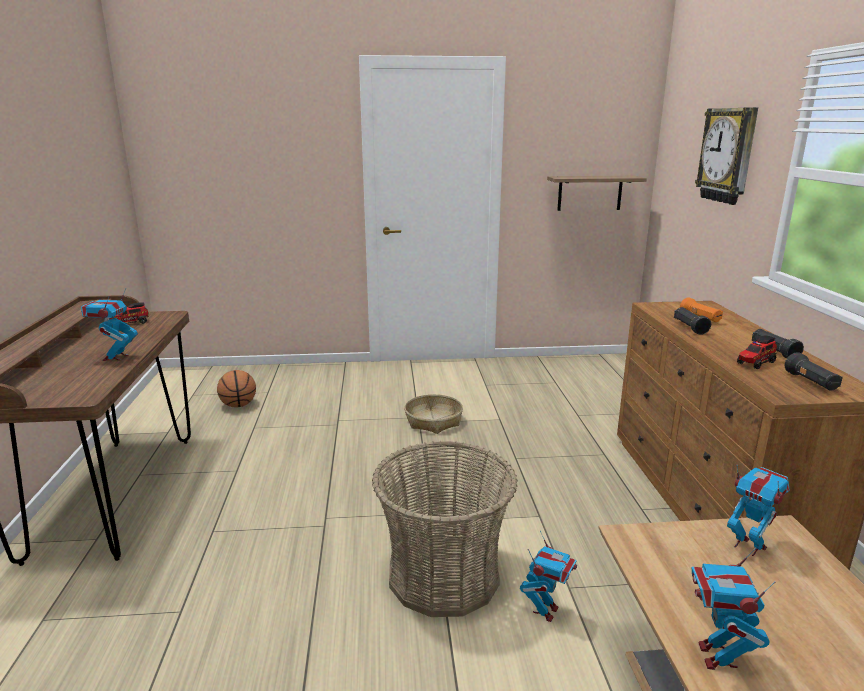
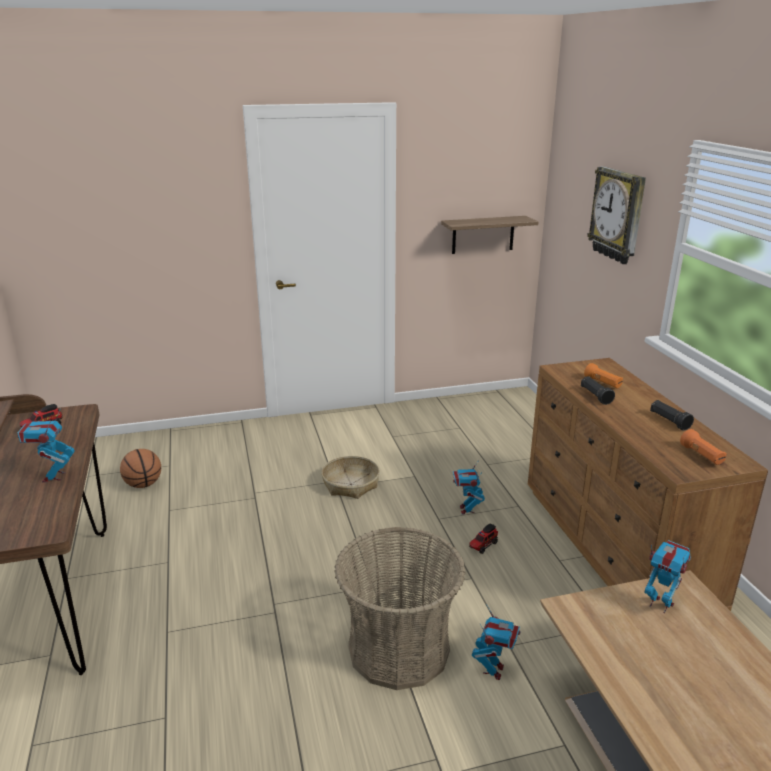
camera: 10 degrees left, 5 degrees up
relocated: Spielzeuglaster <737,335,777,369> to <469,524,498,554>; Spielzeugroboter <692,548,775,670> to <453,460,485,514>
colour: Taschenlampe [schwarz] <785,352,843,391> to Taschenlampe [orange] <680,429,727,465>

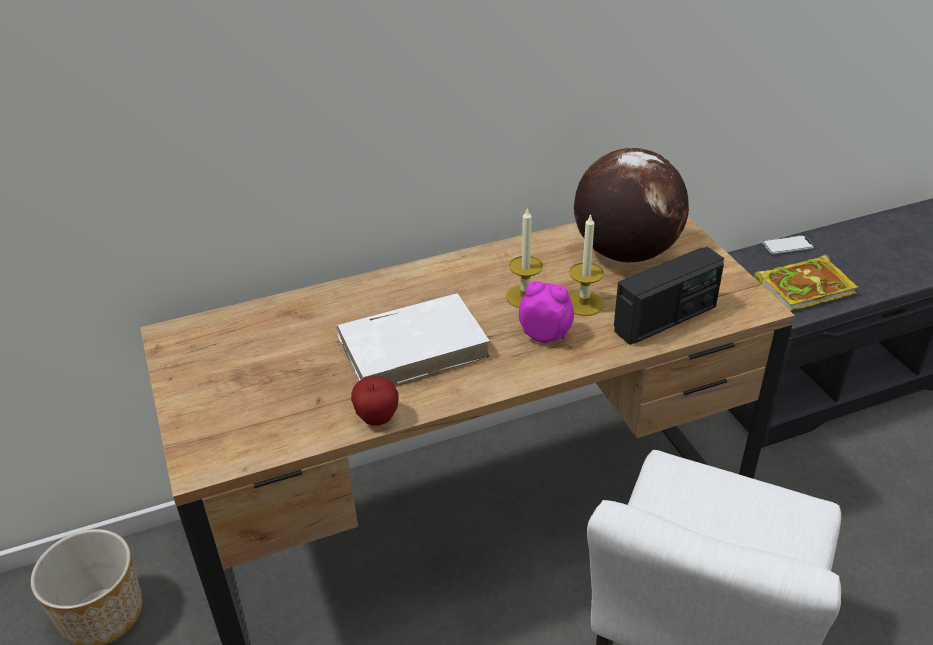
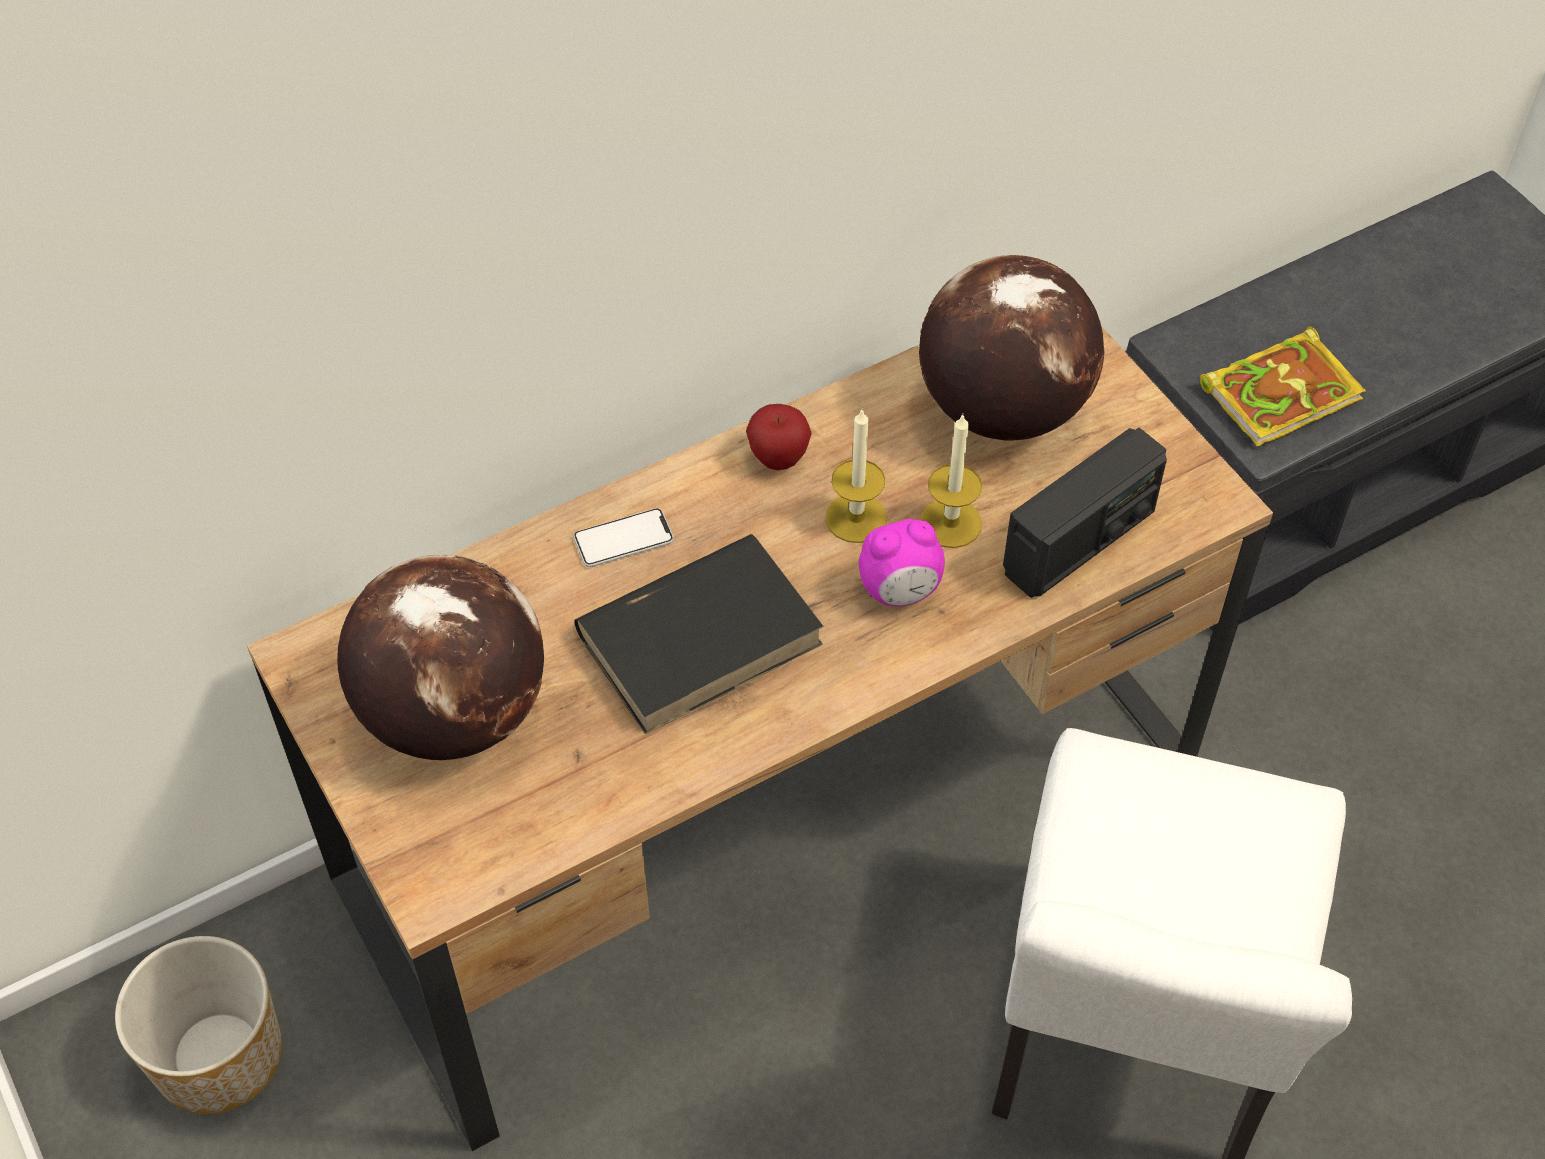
camera: 10 degrees left, 15 degrees up
appeared: Globus <337,554,544,760>
relocated: Handy <762,235,814,254> to <573,508,674,567>; Apfel <351,376,399,426> to <746,404,812,470>
colour: Buch [weiß] <336,293,490,385> to Buch [schwarz] <574,534,824,735>
spun: Wecker <519,281,574,343> = <859,519,945,606> 150 degrees clockwise

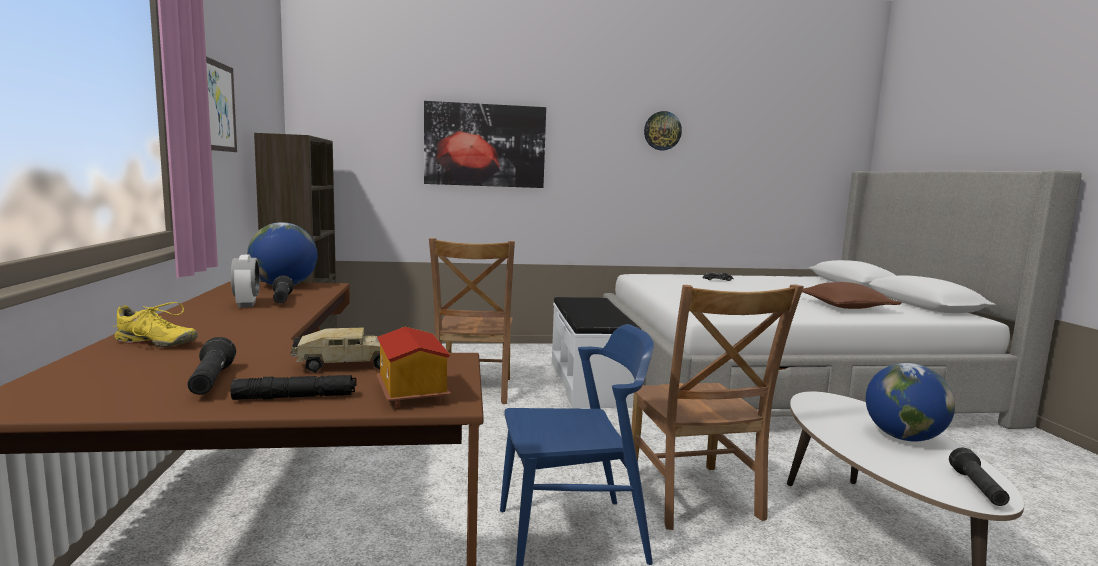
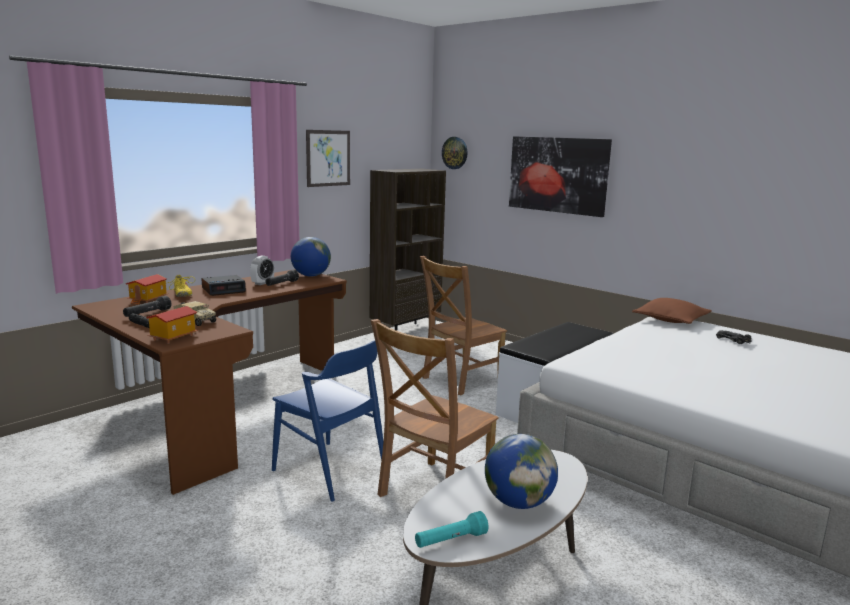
camera: 50 degrees right, 5 degrees up
appeared: Spielzeughaus <126,274,168,305>; Wecker <201,275,246,296>
relocated: Wanduhr <644,111,682,150> to <442,137,467,169>; Kissen [braun] <802,282,902,309> to <632,298,712,324>
colour: Taschenlampe [schwarz] <949,448,1010,506> to Taschenlampe [türkis] <415,511,488,548>

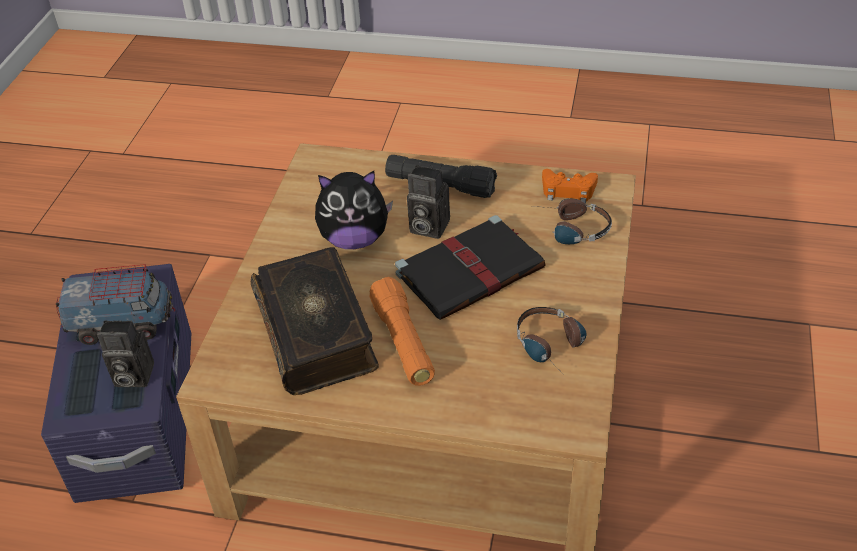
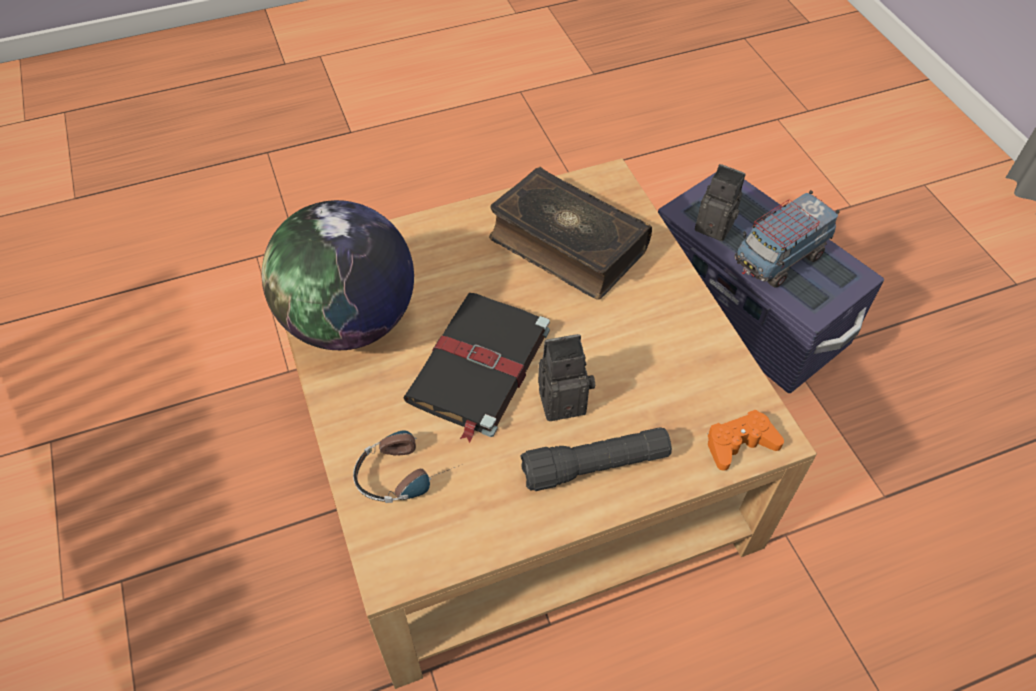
camera: 145 degrees right, 10 degrees up
missing: Plüschtier <315,171,393,249>; Taschenlampe [orange] <369,277,435,386>
relocated: Gamepad [orange] <542,169,598,203> to <708,410,784,471>
exchanged: Kopfhörer <517,307,587,377> to Globus <262,200,414,350>
spun: Kamera <97,321,154,387> = <695,164,746,241> 60 degrees clockwise

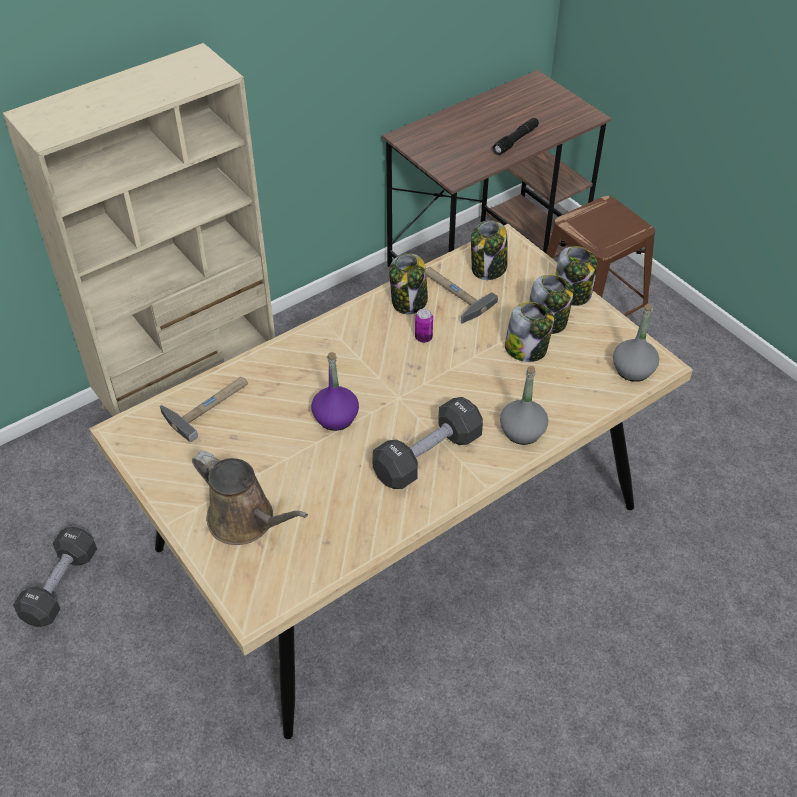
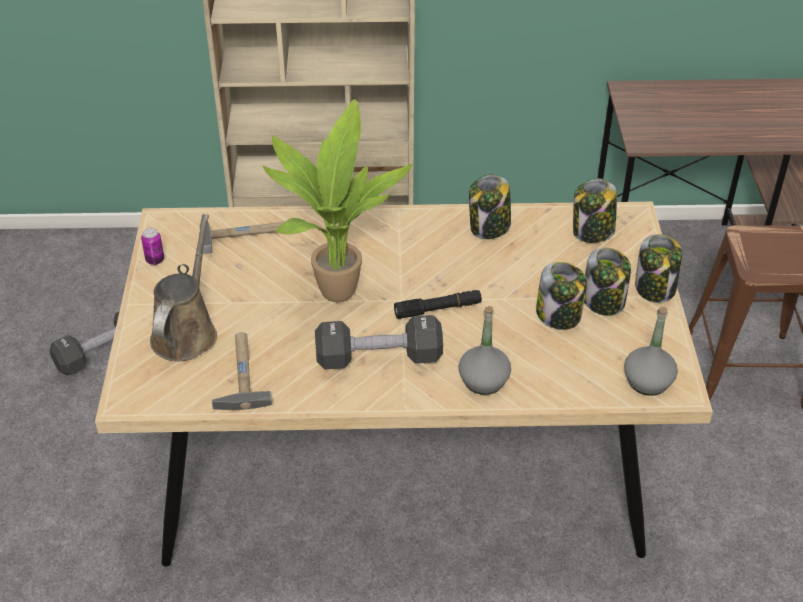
camera: 35 degrees right, 5 degrees down
relocated: Taschenlampe [schwarz] <492,118,539,155> to <394,290,482,319>; Hammer <426,267,498,324> to <212,332,272,410>; Dose <415,309,433,343> to <141,228,164,265>
exchanged: Flasche [lila] <311,352,359,431> to Topfpflanze <263,99,412,303>
spun: Gießkanne [braun] <192,451,308,545> = <150,215,217,361> 150 degrees counterclockwise

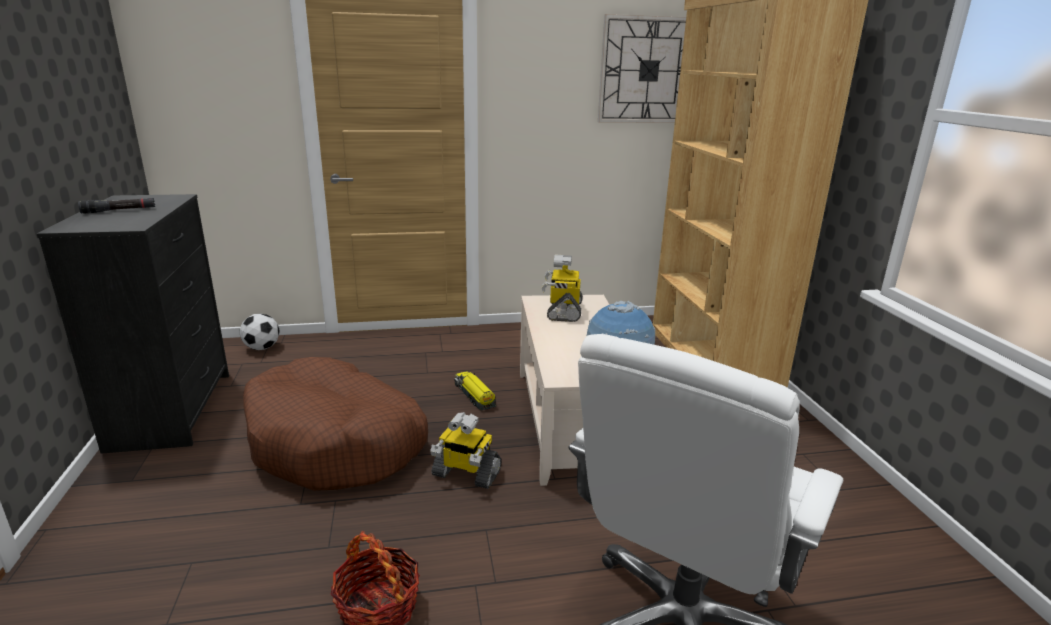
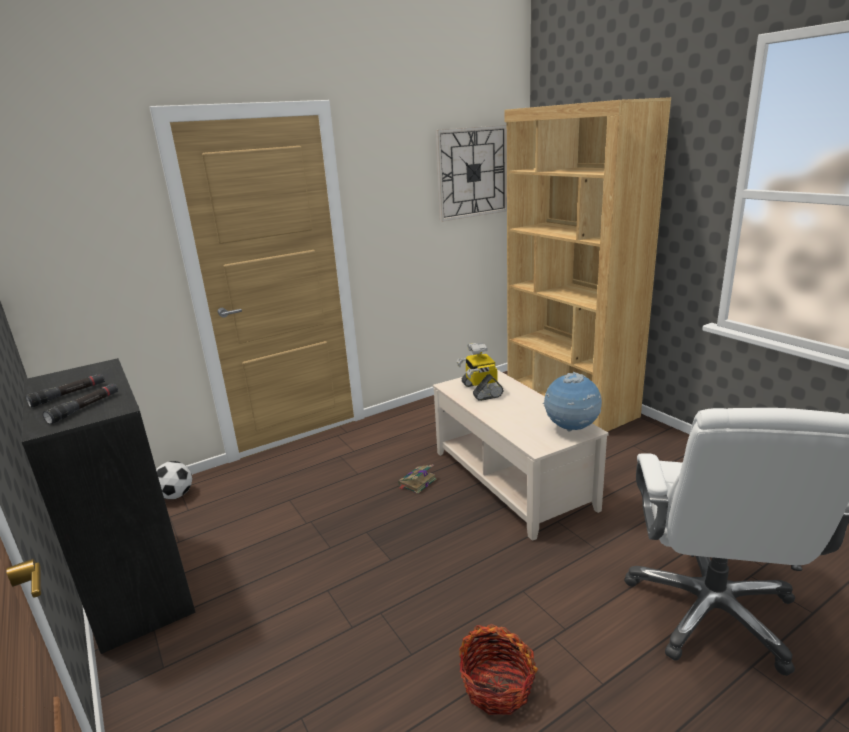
camera: 20 degrees left, 0 degrees up
missing: Hundebett [braun] <243,357,428,491>; Spielzeugroboter <430,412,502,489>
appeared: Taschenlampe [schwarz] <43,383,118,424>
exchanged: Spielzeuglaster <454,371,496,410> to Buch <398,464,437,494>

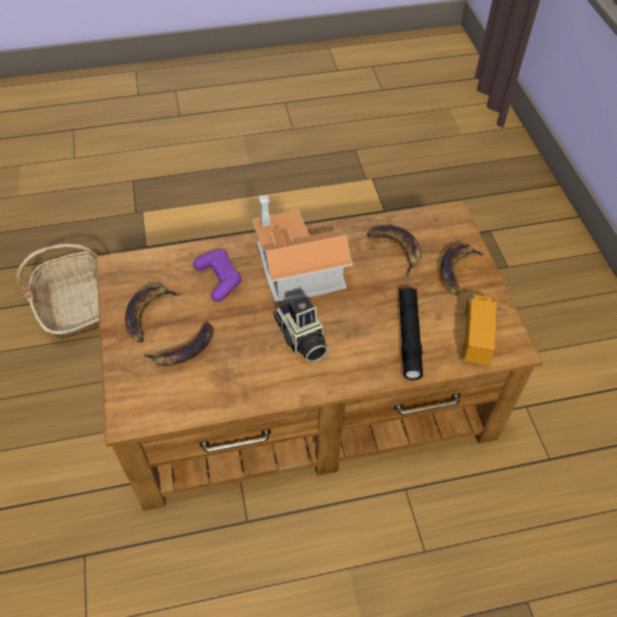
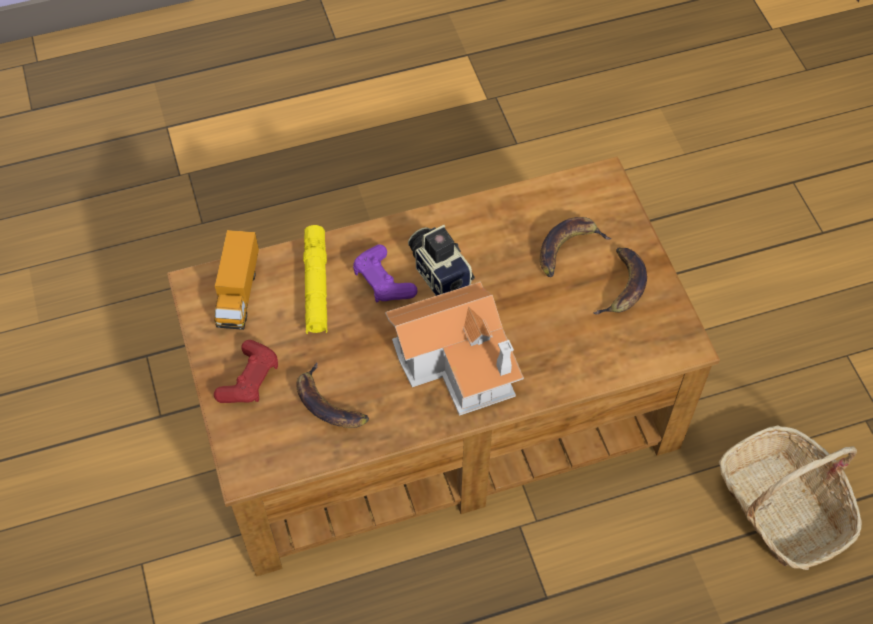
camera: 175 degrees right, 5 degrees up
relocated: Gamepad [lila] <193,250,241,302> to <353,244,418,303>
exchanged: Banane <440,243,485,295> to Gamepad [rot] <214,340,278,403>
colour: Taschenlampe [schwarz] <399,288,423,380> to Taschenlampe [gelb] <303,225,327,334>

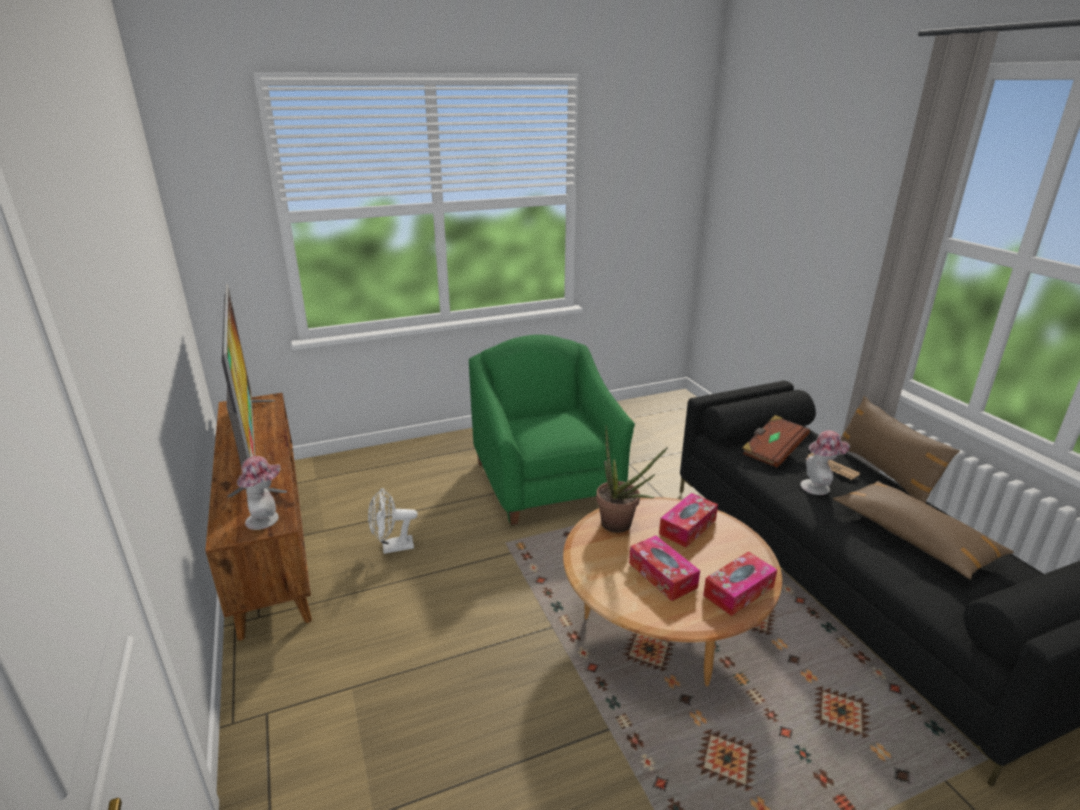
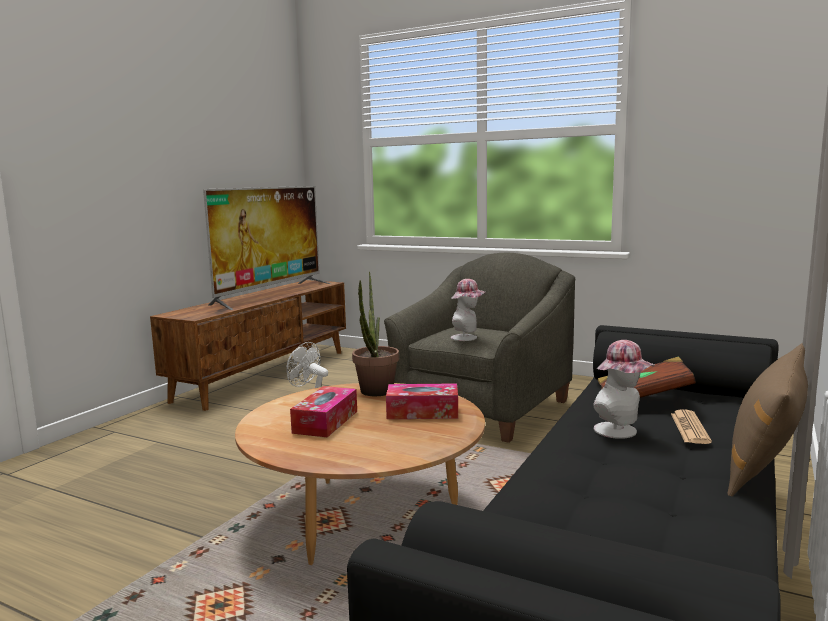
camera: 50 degrees right, 15 degrees down
missing: Kissen [braun] <833,481,1014,579>; Taschentuchbox <703,551,777,616>
relocated: Hut <237,456,281,530> to <451,279,486,341>
colour: Sessel [grün] <469,335,635,526> to Sessel [grau] <384,253,575,443>

